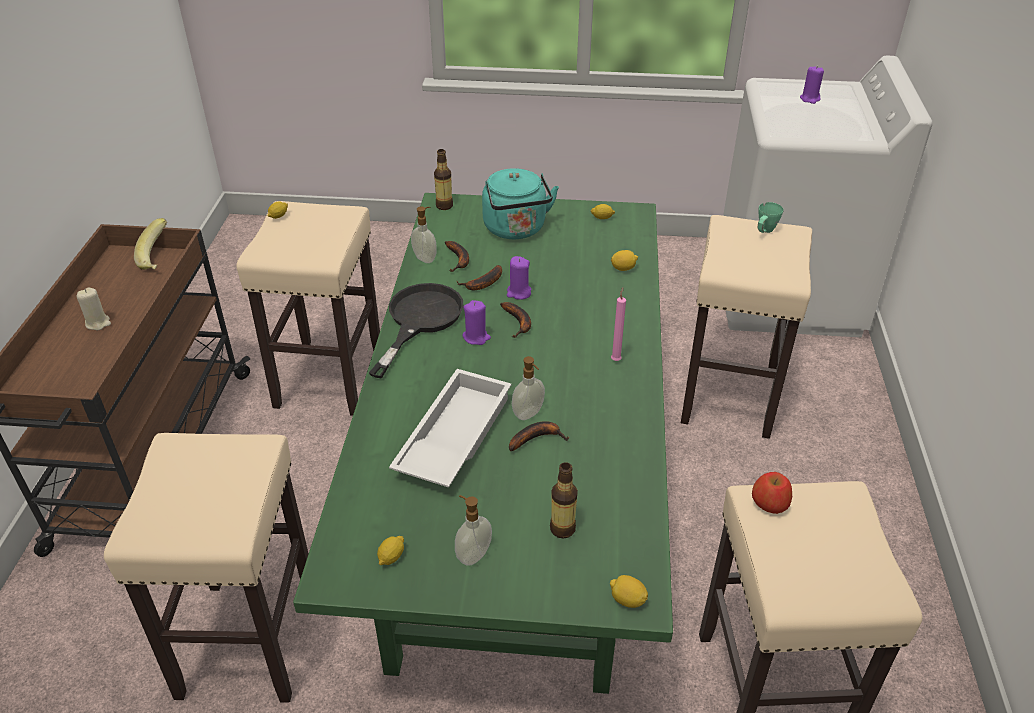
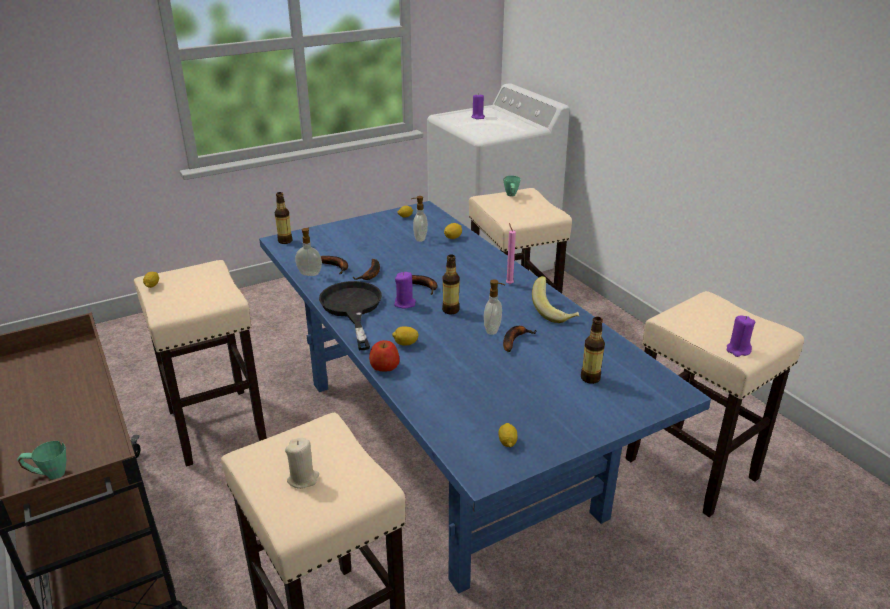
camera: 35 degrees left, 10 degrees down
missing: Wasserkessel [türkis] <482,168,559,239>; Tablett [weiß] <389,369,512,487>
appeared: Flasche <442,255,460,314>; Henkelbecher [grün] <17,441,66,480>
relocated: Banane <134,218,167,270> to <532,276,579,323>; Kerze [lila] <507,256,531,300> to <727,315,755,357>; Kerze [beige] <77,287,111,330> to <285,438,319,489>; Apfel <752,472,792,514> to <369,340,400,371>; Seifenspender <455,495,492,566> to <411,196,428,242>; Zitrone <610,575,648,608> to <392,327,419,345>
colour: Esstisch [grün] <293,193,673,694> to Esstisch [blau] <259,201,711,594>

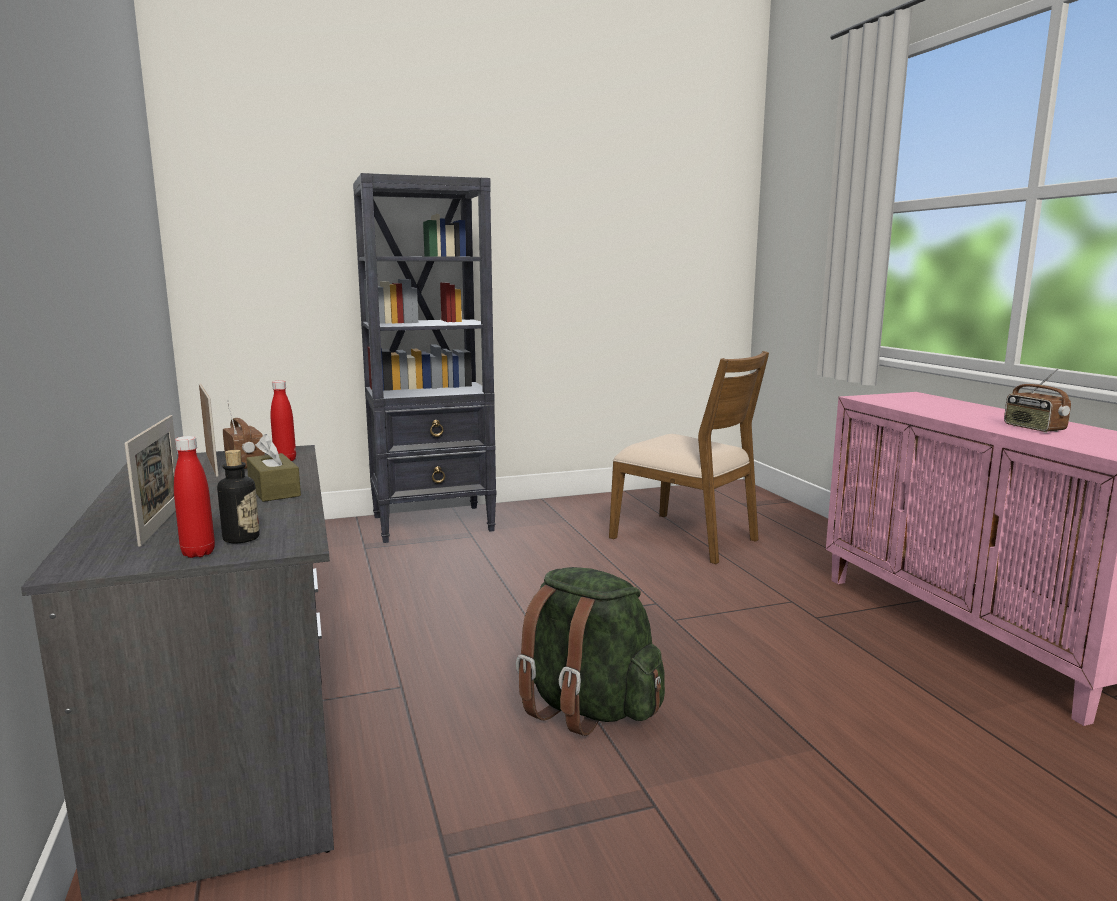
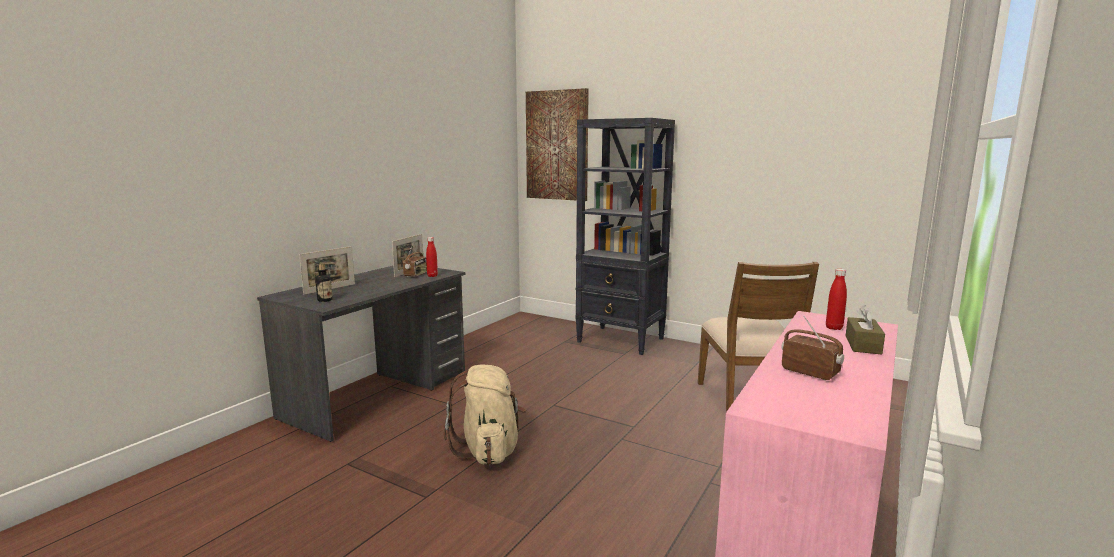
camera: 50 degrees right, 0 degrees up
appeared: Bild <526,88,589,201>
relocated: Taschentuchbox [braun] <246,434,301,502> to <846,305,885,354>; Flasche [rot] <174,436,215,558> to <826,269,847,330>
colour: Rucksack [grün] <516,567,665,736> to Rucksack [beige] <444,364,526,465>
spun: Radio <1004,368,1071,433> = <781,316,844,380> 105 degrees clockwise

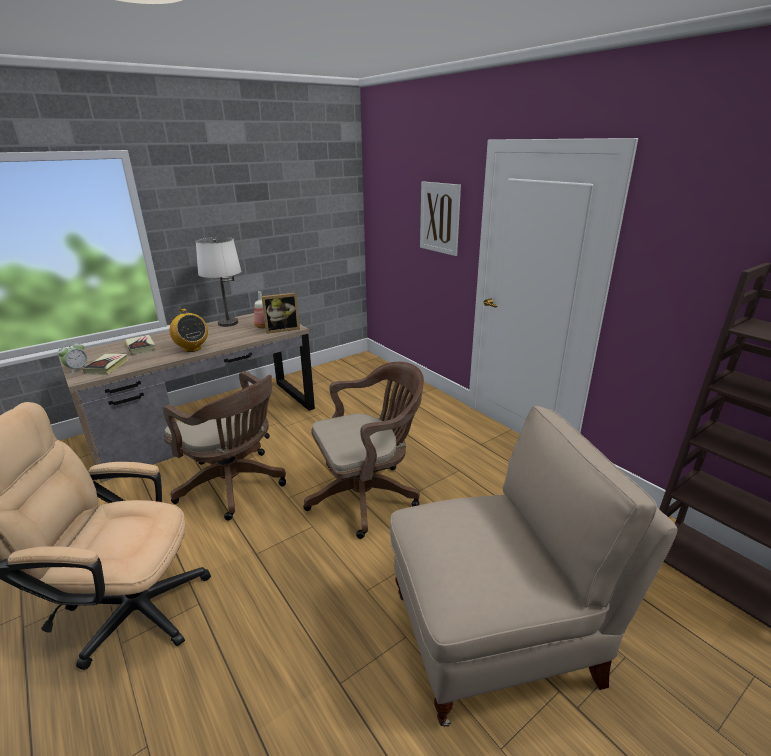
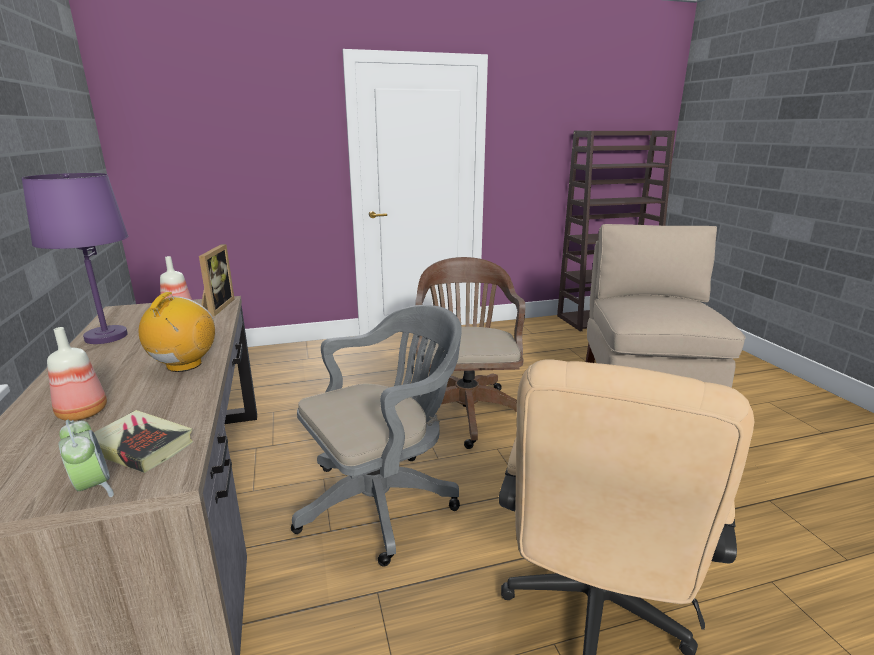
camera: 70 degrees left, 5 degrees down
missing: Bild <420,181,461,256>
exchanged: Buch <125,335,155,355> to Flasche <47,327,107,421>
colour: Tischlampe [weiß] <196,237,241,327> to Tischlampe [lila] <22,173,128,344>; Bürostuhl [braun] <163,371,286,520> to Bürostuhl [grau] <291,305,462,567>
spun: Radio <170,309,208,352> = <138,292,215,372> 60 degrees counterclockwise

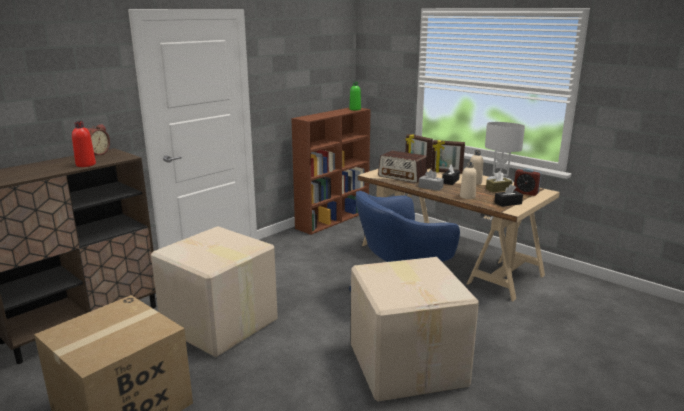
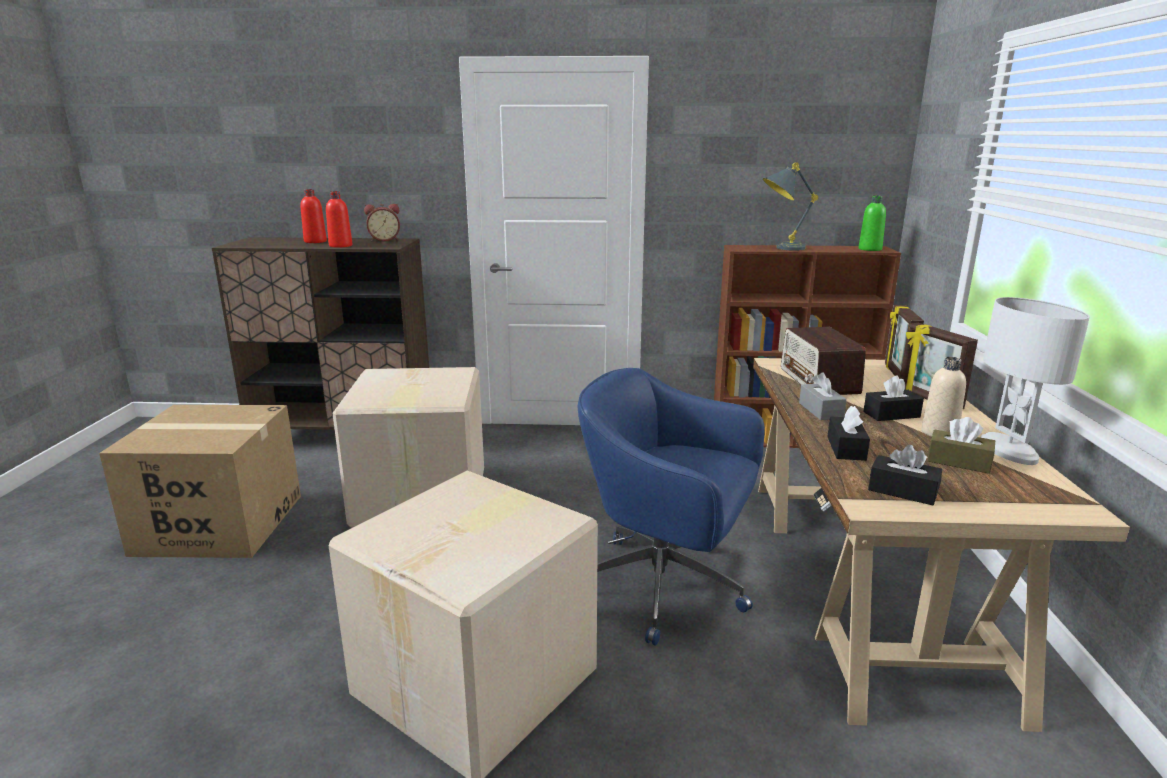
camera: 50 degrees right, 0 degrees up
missing: Wecker <514,168,541,196>
appeared: Tischlampe [grau] <763,162,819,251>; Flasche [rot] <300,189,327,243>
exchanged: Flasche [beige] <460,162,477,199> to Taschentuchbox [schwarz] <827,406,870,461>

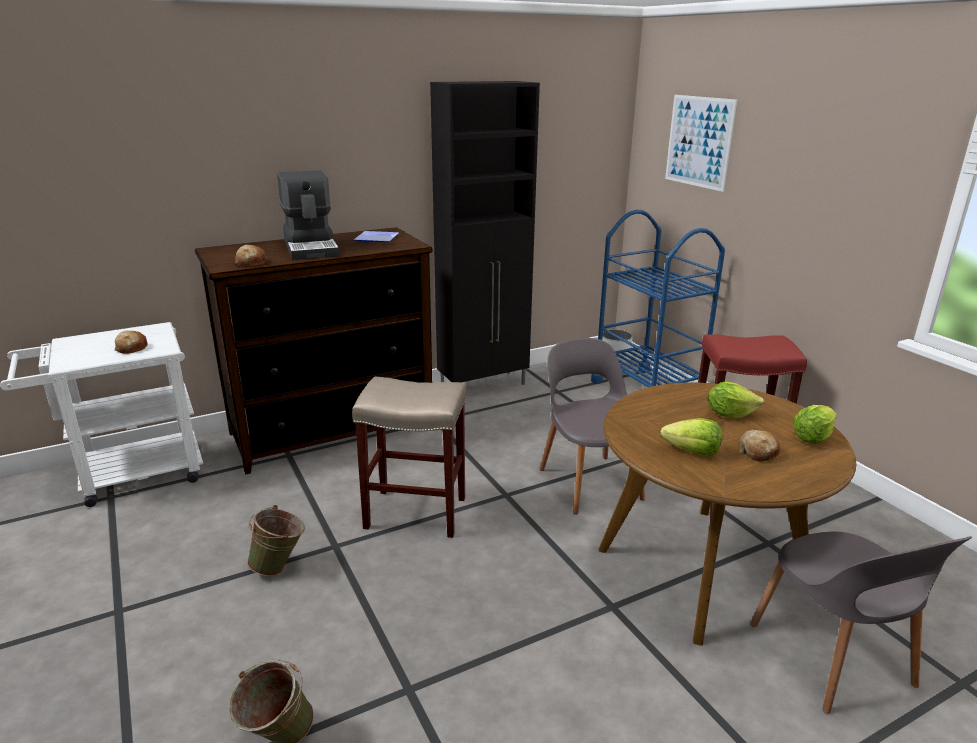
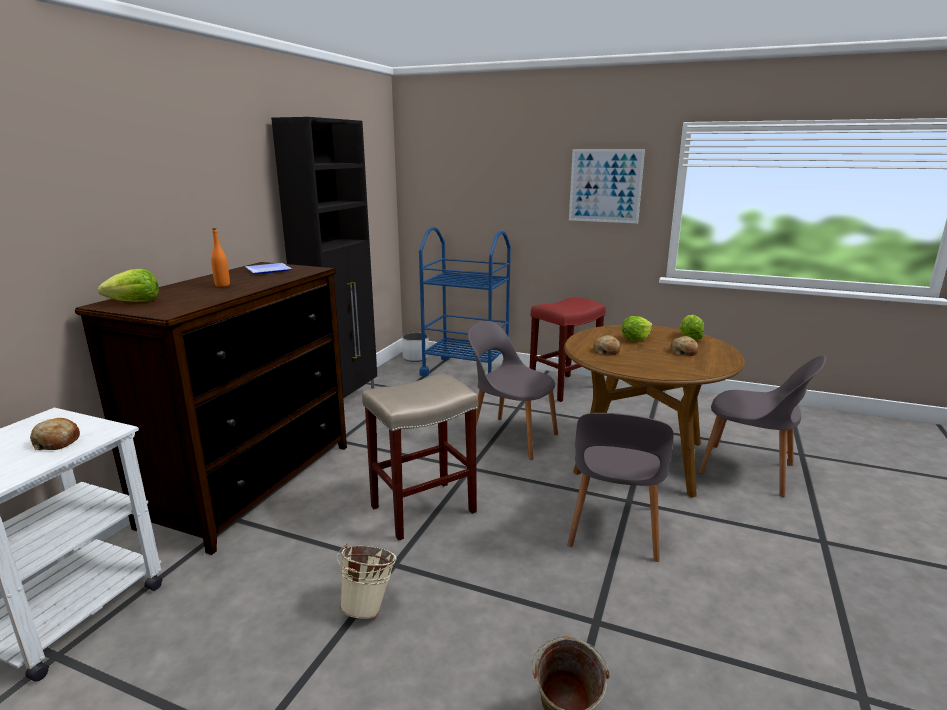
camera: 40 degrees left, 5 degrees down
appeared: Stuhl [grau] <568,413,674,562>
relocated: Bild <665,95,737,192> to <569,149,645,223>; Brot <235,245,266,267> to <594,335,620,355>; Salatkopf <660,418,722,456> to <98,269,159,302>
exchanged: Kaffeemaschine <277,170,340,260> to Flasche [orange] <211,228,230,287>
colour: Eimer [grün] <247,505,305,576> to Eimer [beige] <337,544,397,619>

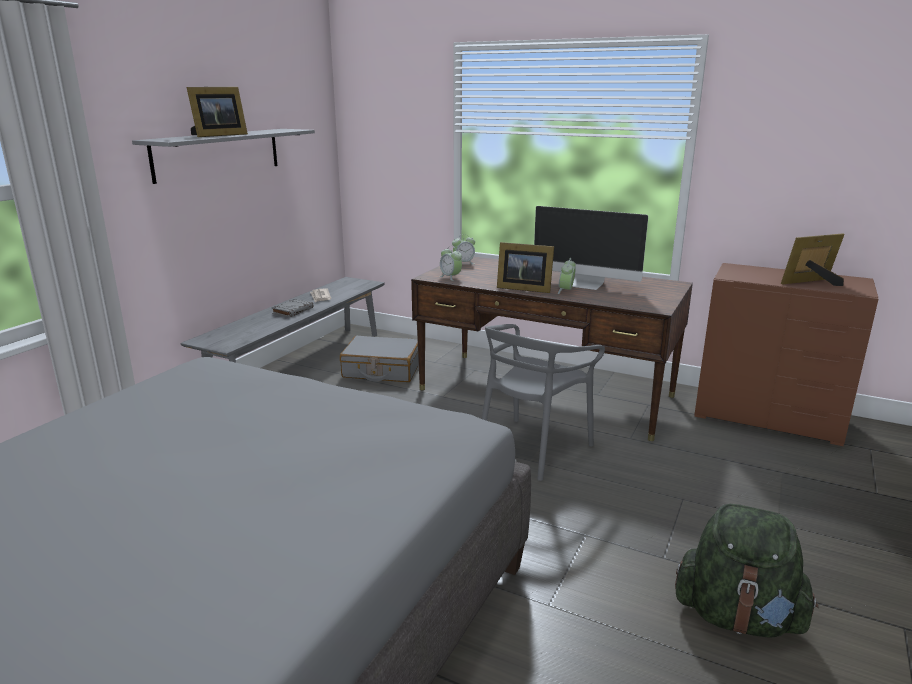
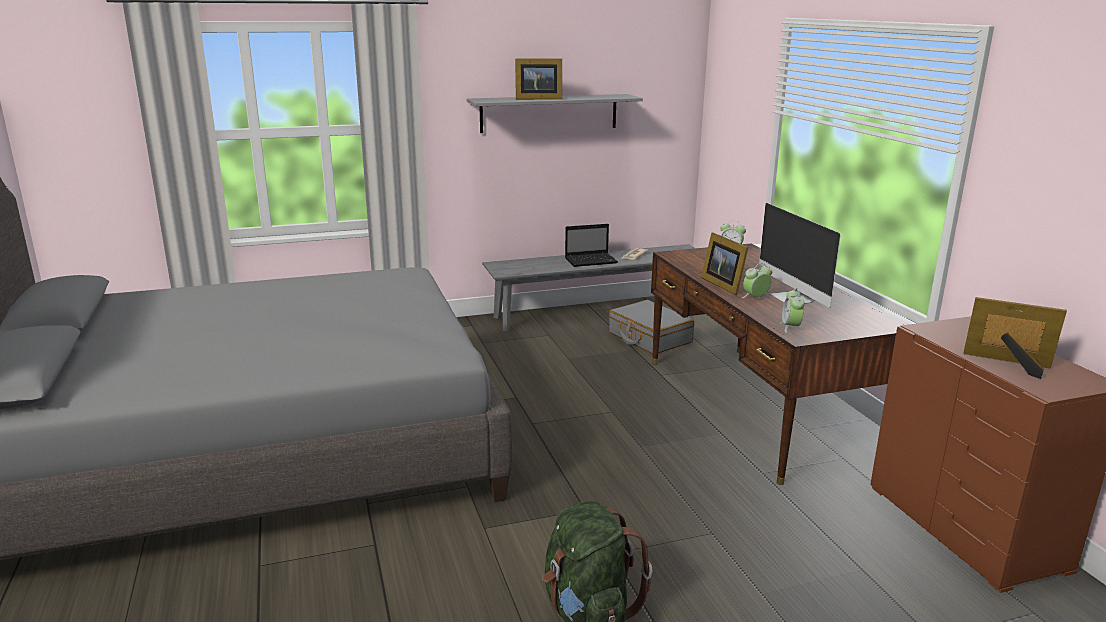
camera: 45 degrees right, 0 degrees up
missing: Stuhl [grau] <482,324,605,481>
relocated: Wecker <439,246,462,281> to <780,288,805,333>
exchanged: Buch [grau] <271,299,314,317> to Laptop <565,224,618,267>

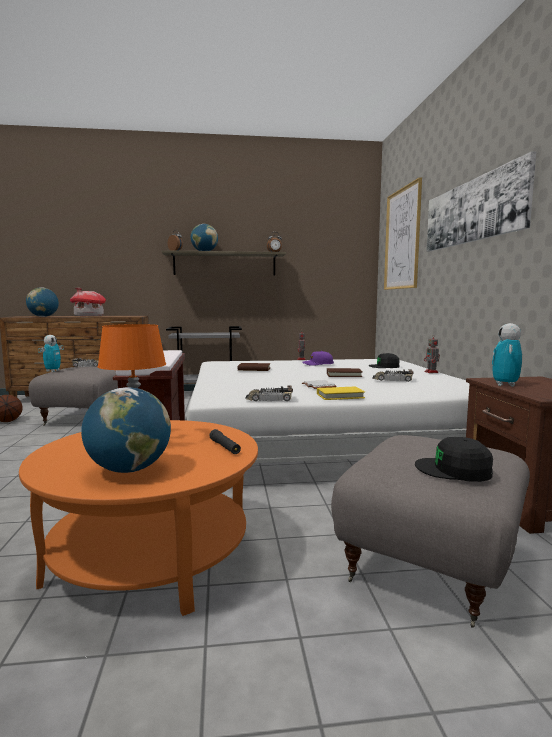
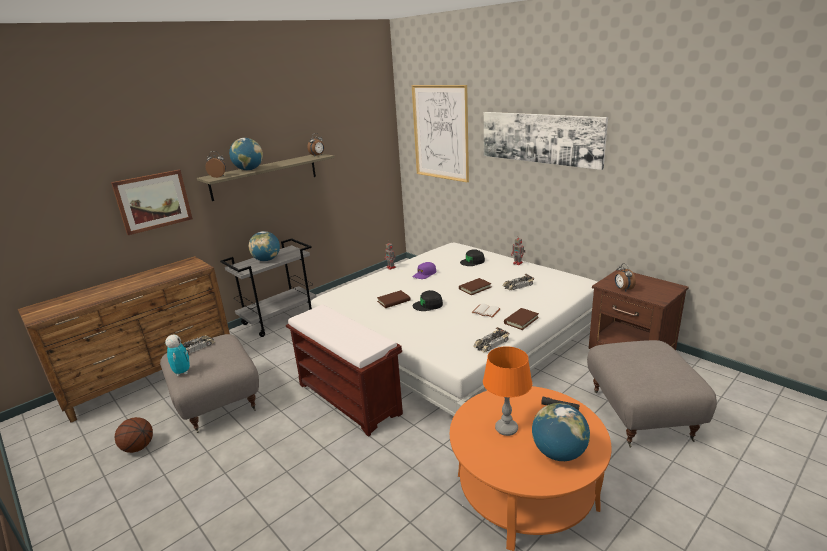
camera: 35 degrees left, 15 degrees up
missing: Spielzeughaus <70,288,106,316>
appeared: Bild <111,170,193,235>
relocated: Globus <26,287,59,317> to <249,231,280,261>; Kappe [schwarz] <415,437,493,482> to <413,290,443,311>
exchanged: Spielzeugroboter <492,323,522,387> to Wecker <615,263,636,291>
colour: Buch [gelb] <317,387,365,400> to Buch [braun] <504,308,539,330>

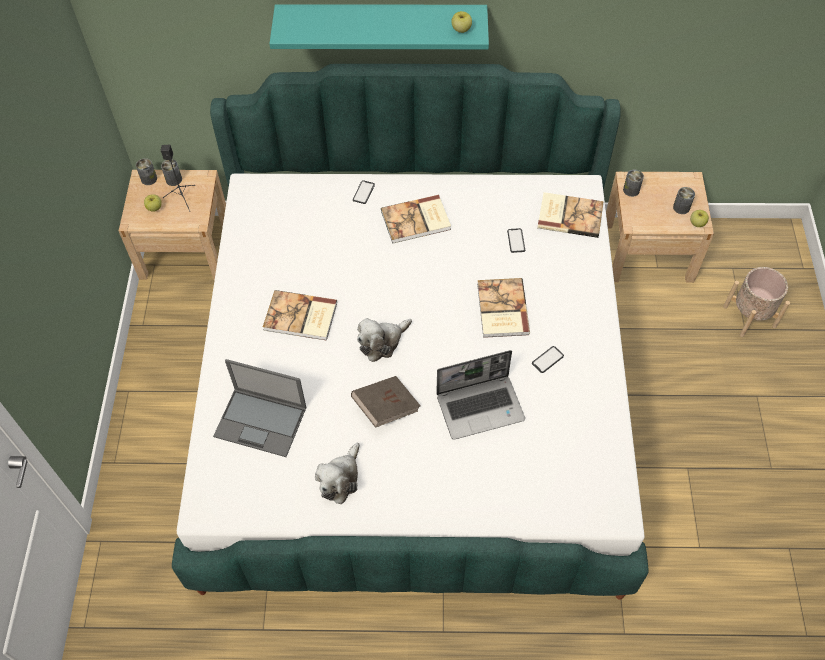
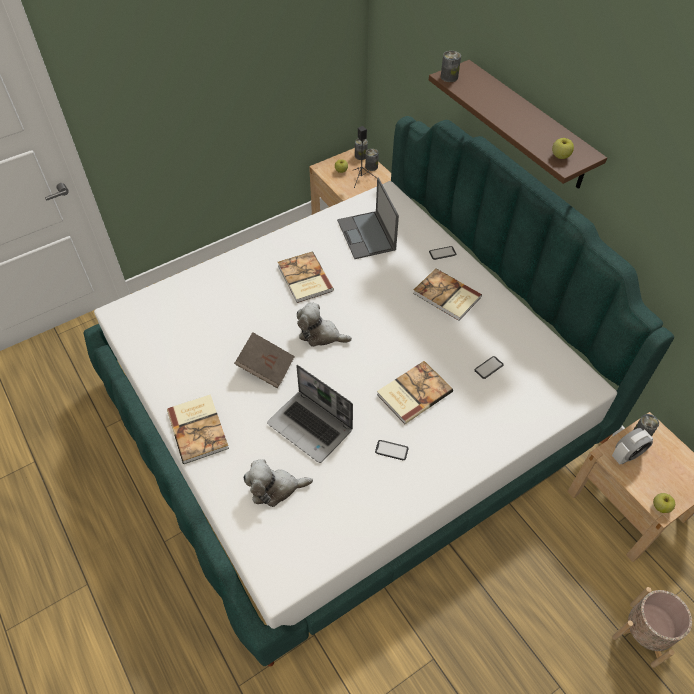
camera: 55 degrees right, 5 degrees down
appeared: Wecker <612,428,653,465>
relocated: Dose <673,187,695,214> to <441,51,461,82>; Buch <537,192,604,238> to <167,394,229,464>; Laptop <213,359,307,457> to <337,178,399,259>; Plüschtier <315,443,360,504> to <243,459,313,507>
colour: Wandregal [türkis] <269,4,489,49> to Wandregal [braun] <429,60,607,189>

